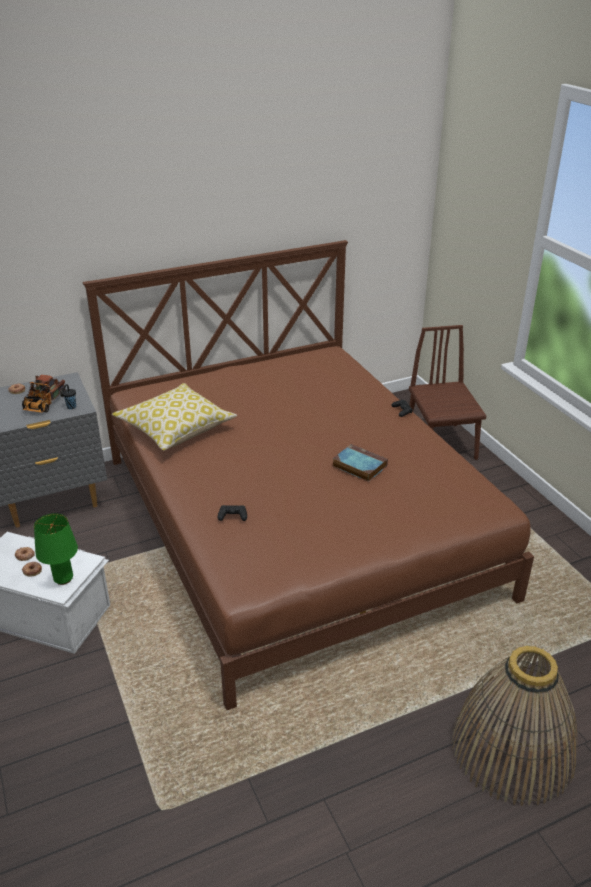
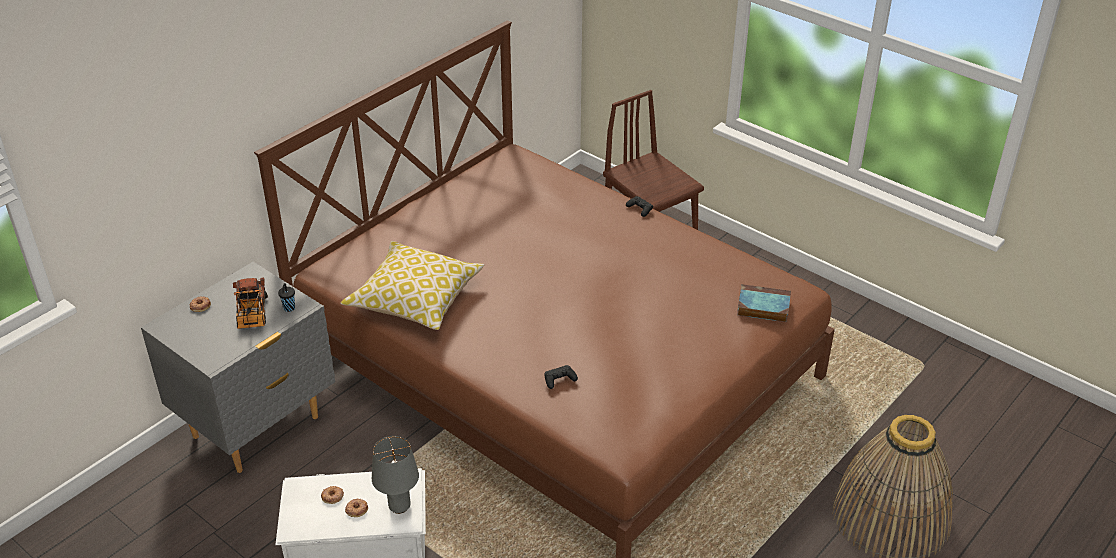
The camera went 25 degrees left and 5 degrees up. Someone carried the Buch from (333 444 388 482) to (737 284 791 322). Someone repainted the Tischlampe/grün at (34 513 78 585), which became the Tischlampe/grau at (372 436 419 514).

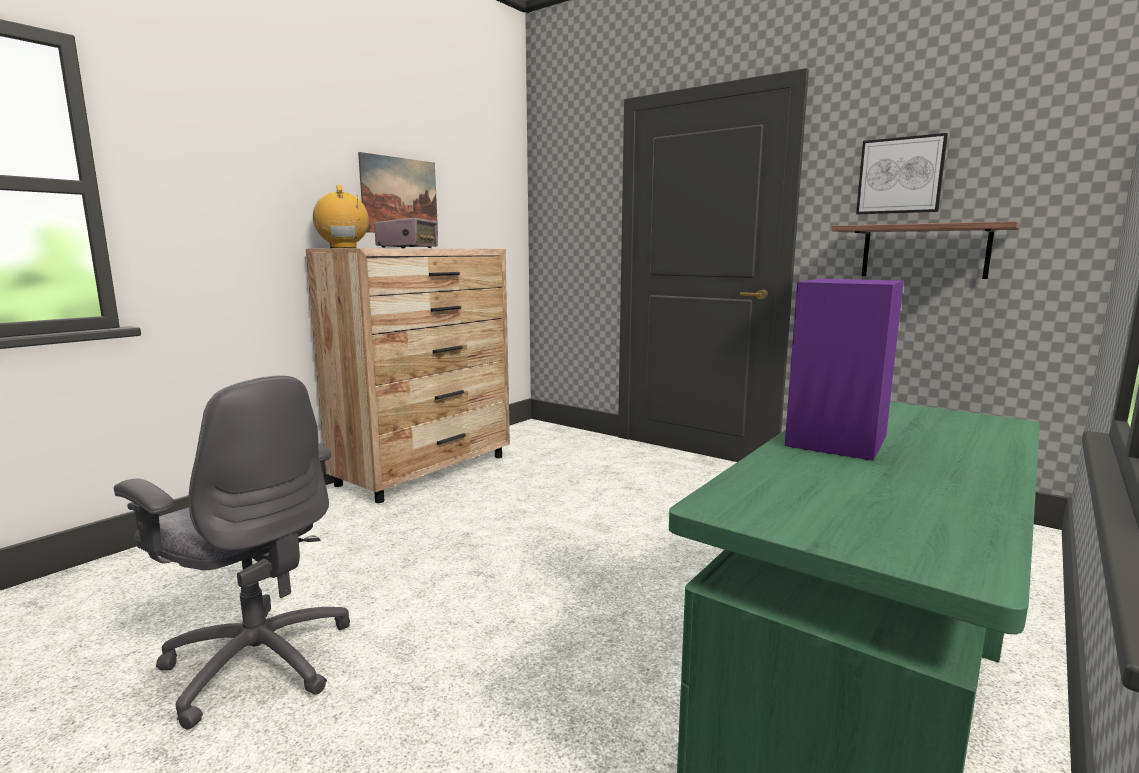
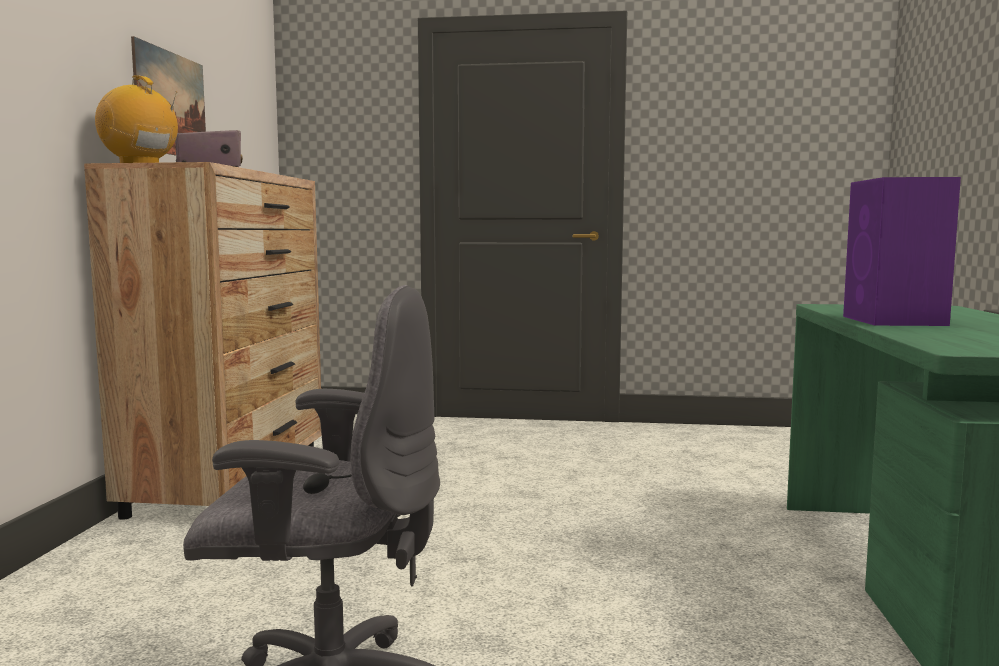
The camera went 30 degrees left and 5 degrees down. Someone took away the Wandregal at (832 221 1020 279). Someone took away the Bild at (856 133 948 214).

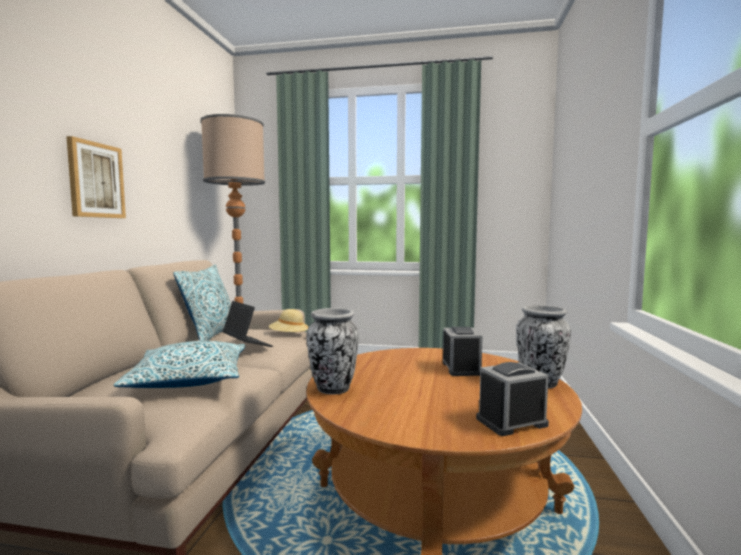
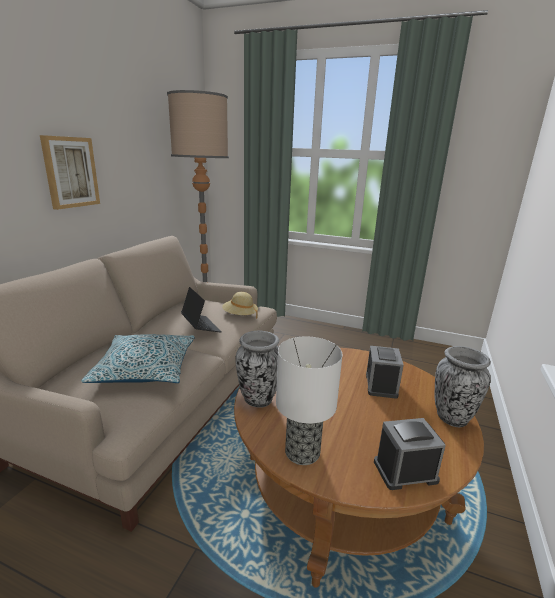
The camera went 10 degrees right and 15 degrees up. Someone took away the Kissen at (173 265 231 341). Someone put down the Tischlampe at (276 336 342 465).

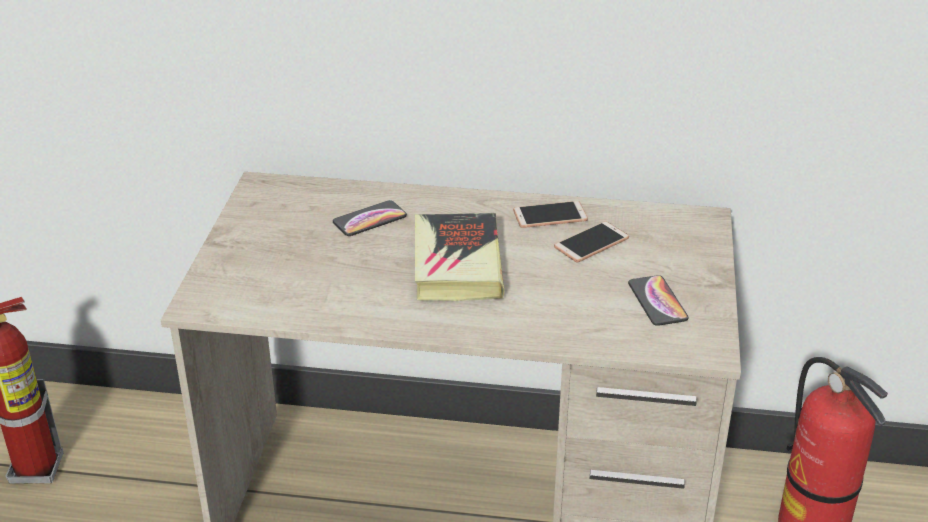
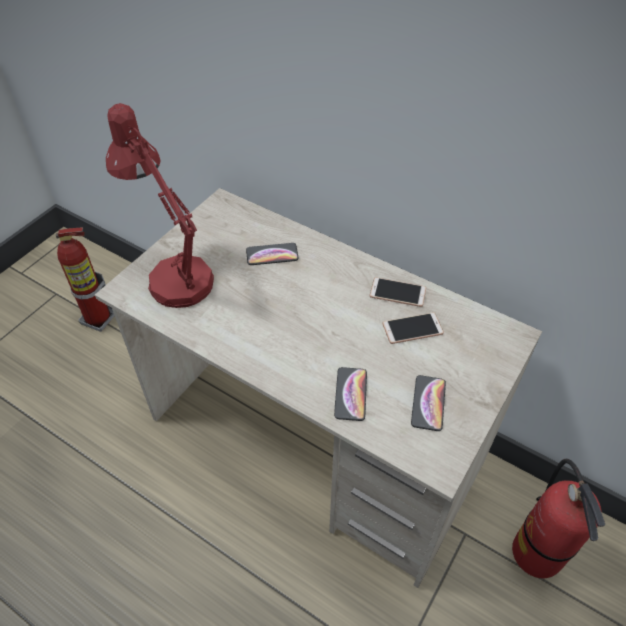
The camera went 25 degrees right and 15 degrees up. Someone took away the Buch at (415 213 504 301). Someone put down the Tischlampe/rot at (106 103 214 308). Someone put down the Handy at (334 367 367 421).

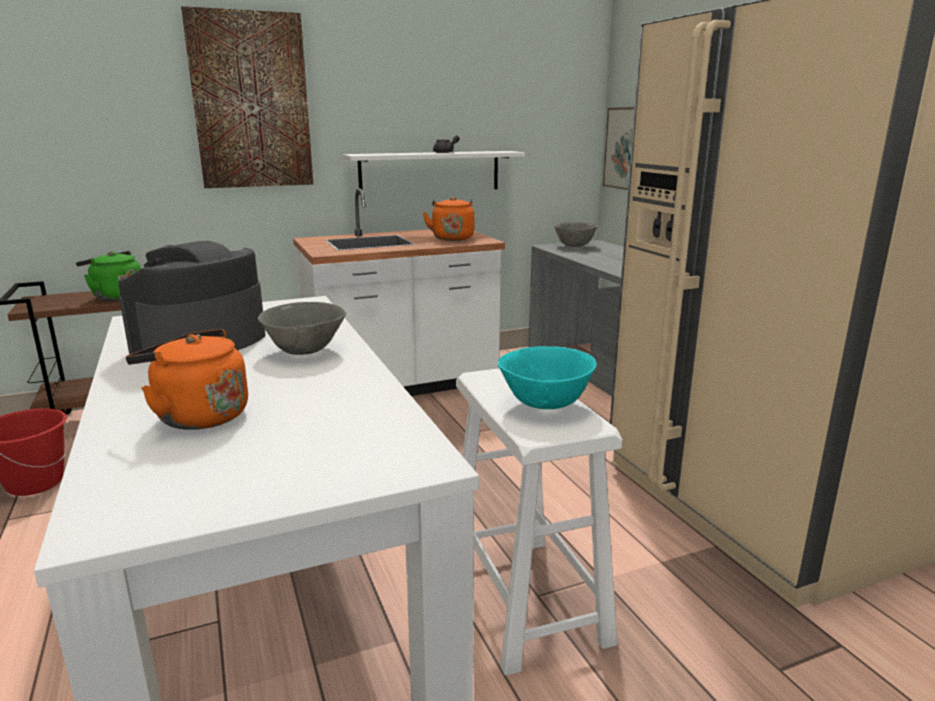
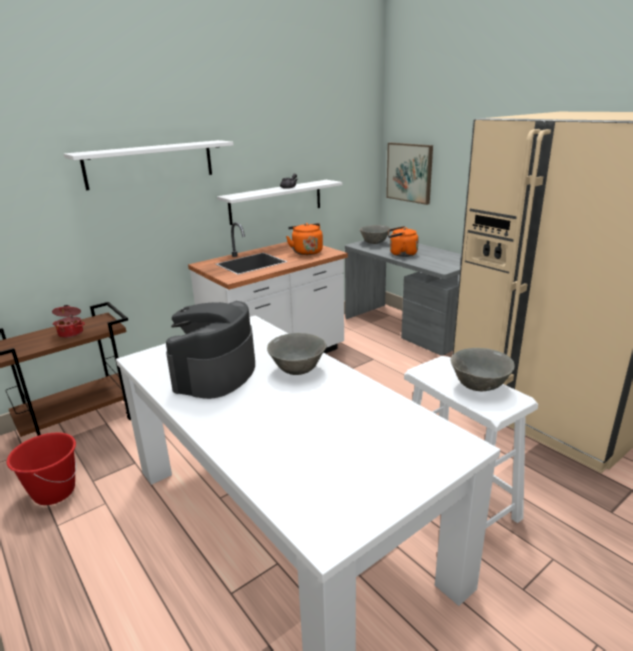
The camera went 15 degrees left and 5 degrees up. Someone carried the Wasserkessel/orange from (126 329 248 430) to (388 226 419 257). Someone swapped the Wasserkessel/grün at (76 251 141 301) for the Kochtopf at (52 305 85 338). Someone swapped the Bild at (181 6 313 188) for the Wandregal/weiß at (64 140 233 190). Someone repainted the Schüssel/türkis at (498 346 597 409), which became the Schüssel/grau at (451 348 515 392).

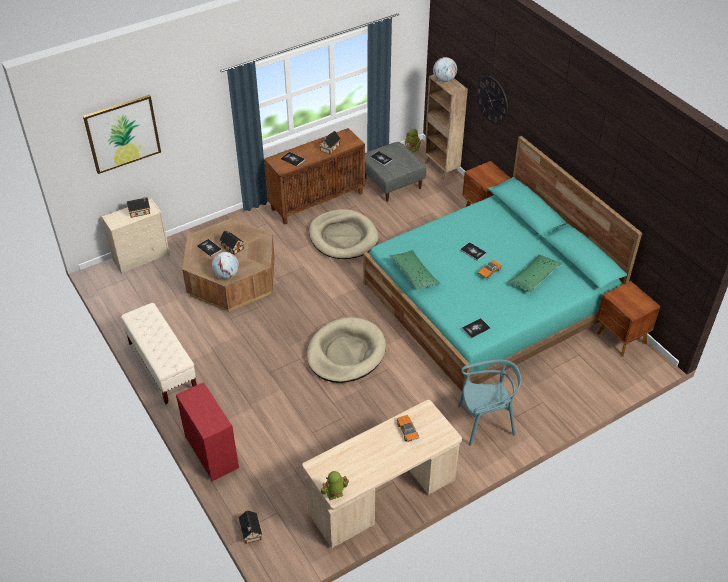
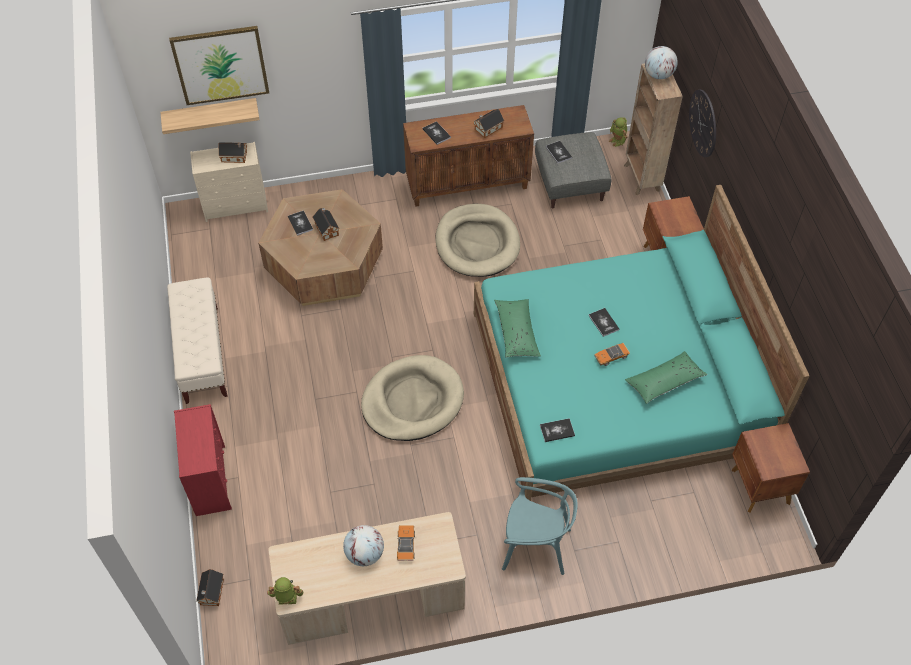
The camera went 20 degrees right and 10 degrees up. Someone put up the Wandregal at (160 98 260 134). Someone carried the Globus from (212 252 239 279) to (343 525 384 566).

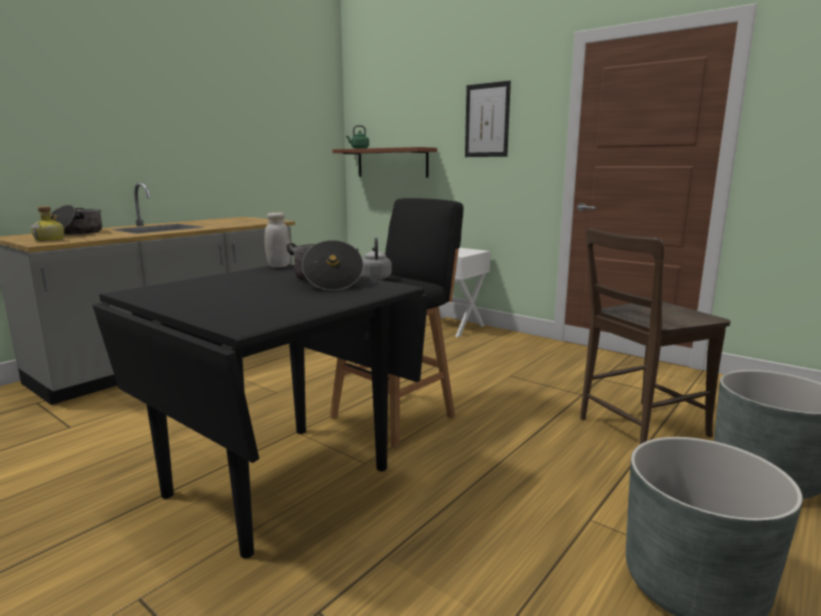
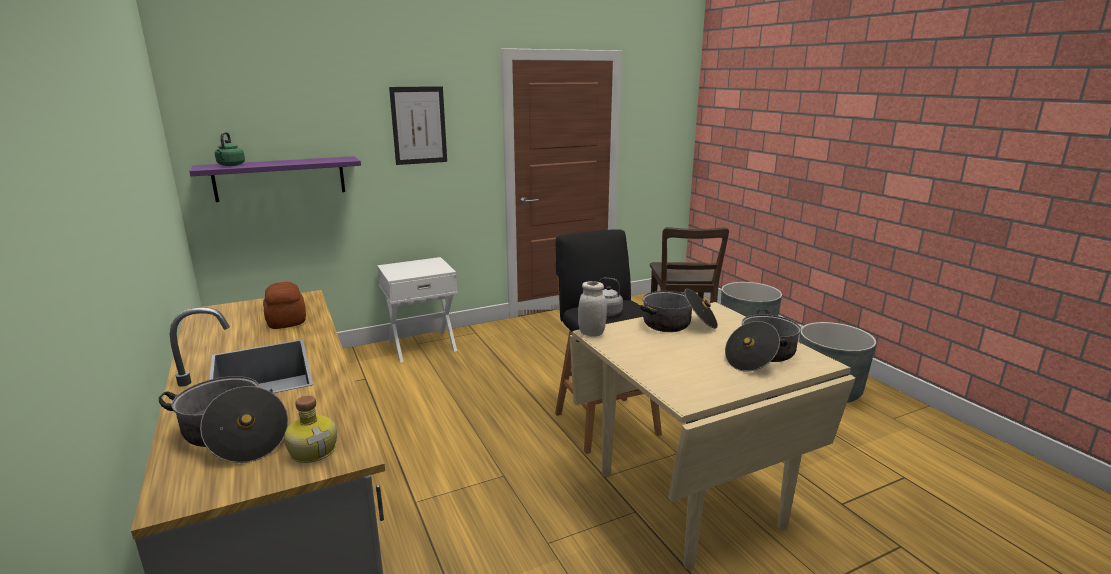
The camera went 65 degrees left and 5 degrees up. Someone put down the Brot at (263 282 306 329). Someone put down the Kochtopf at (725 309 801 372). Someone repainted the Esstisch/schwarz at (92 264 428 558), which became the Esstisch/beige at (570 302 855 570). Someone repainted the Wandregal/braun at (333 147 437 178), which became the Wandregal/lila at (189 156 361 202).

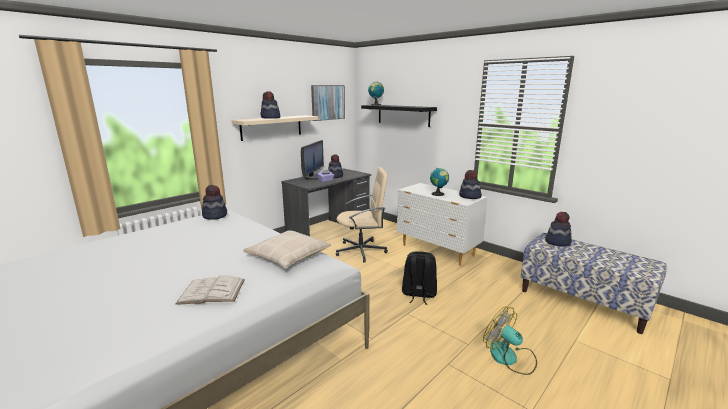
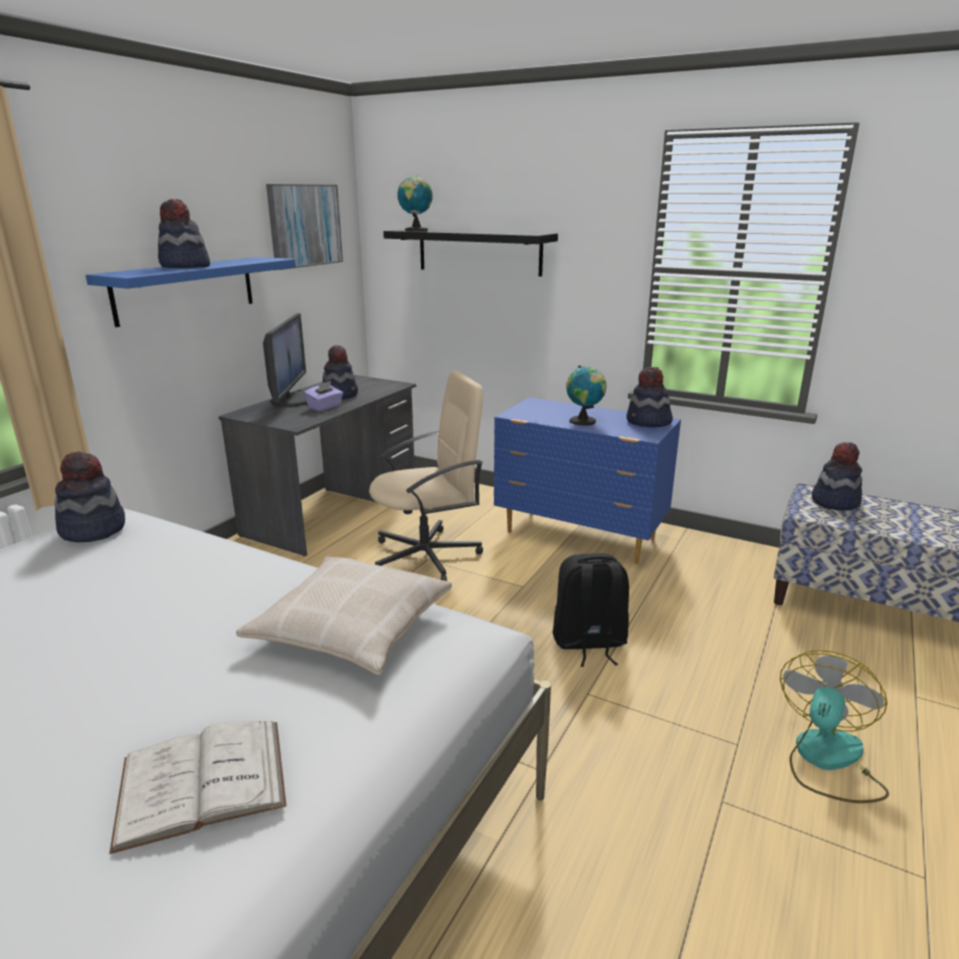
The camera went 15 degrees left and 5 degrees up. Someone repainted the Wandregal/beige at (231 115 318 141), which became the Wandregal/blau at (86 257 296 327). Someone repainted the Kommode/weiß at (397 183 488 266), which became the Kommode/blau at (494 397 681 564). Someone rotated the Ventilator at (483 307 537 375) by 90 degrees clockwise.

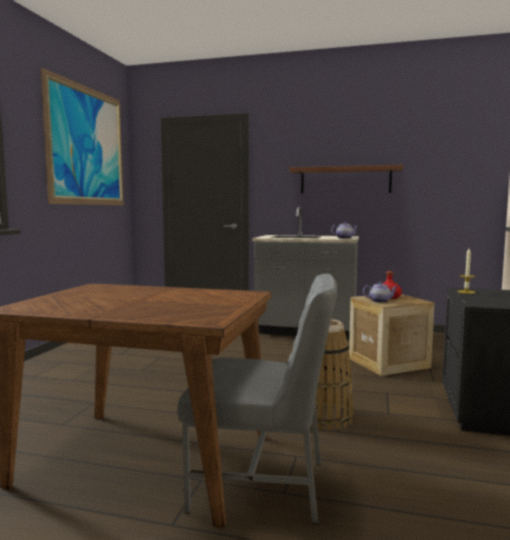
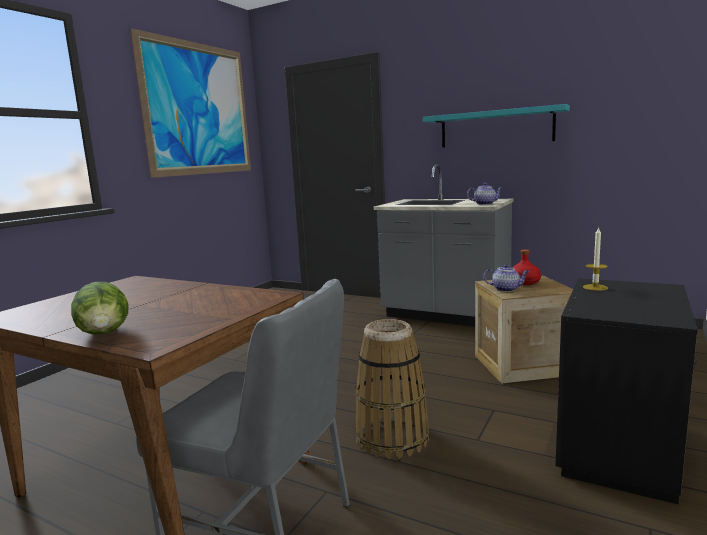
The camera went 15 degrees right and 5 degrees up. Someone put down the Salatkopf at (71 282 129 335). Someone repainted the Wandregal/braun at (289 165 403 194), which became the Wandregal/türkis at (423 104 570 148).

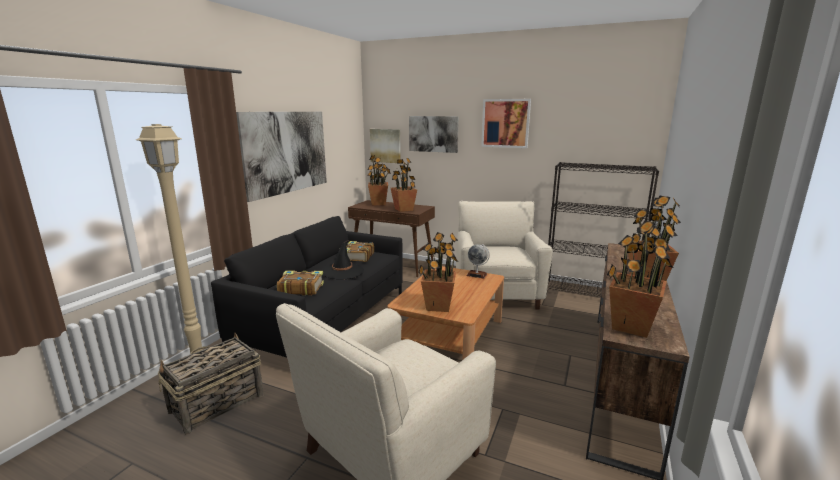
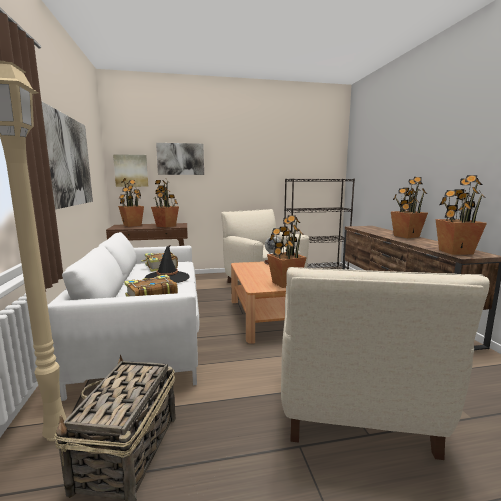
The camera went 35 degrees left and 5 degrees down. Someone took away the Bild at (481 99 531 148). Someone repainted the Sofa/schwarz at (211 216 403 357), which became the Sofa/weiß at (48 232 199 401).

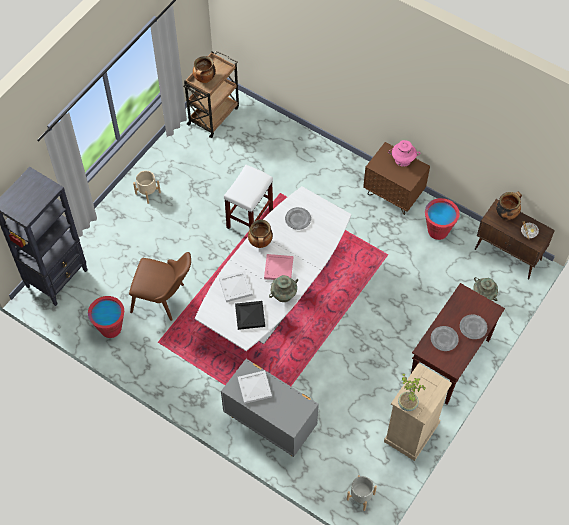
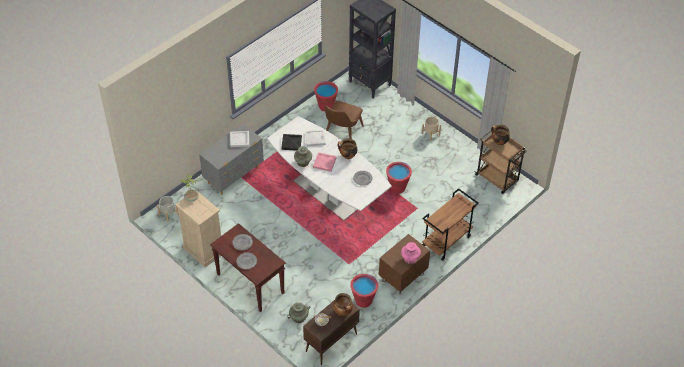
The camera went 100 degrees right and 10 degrees down. Someone put down the Rollwagen/braun at (422 188 479 261). Someone swapped the Hocker/weiß at (224 165 273 229) for the Eimer/rot at (386 162 412 194).

